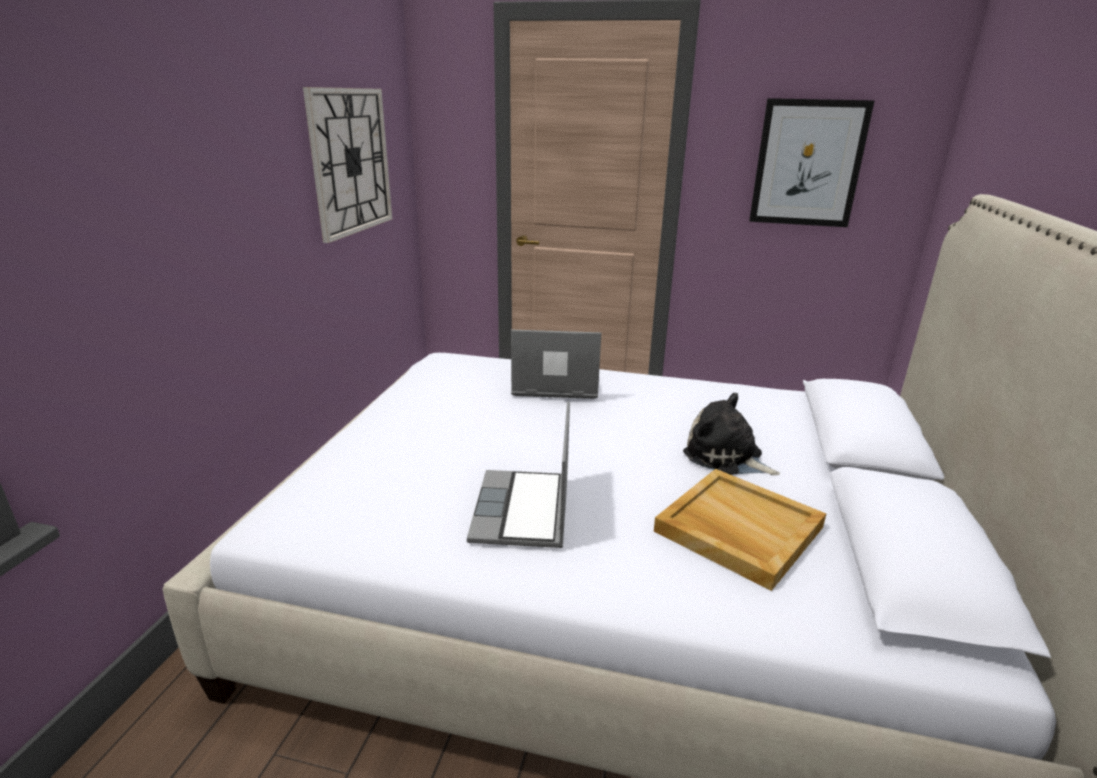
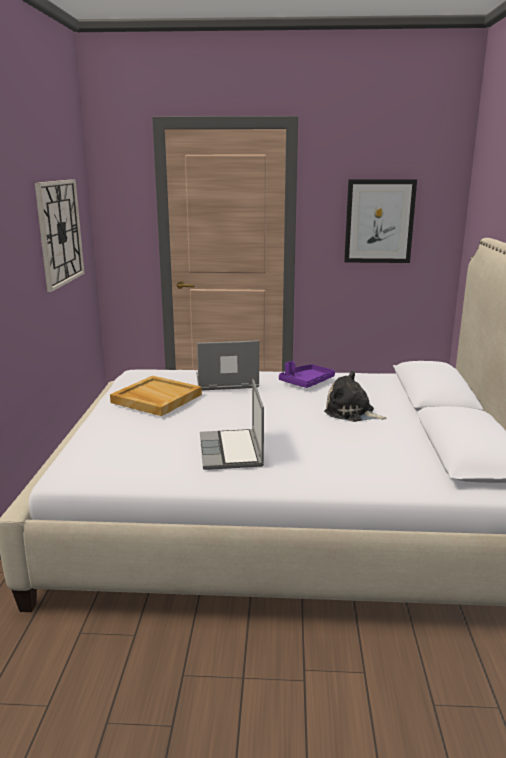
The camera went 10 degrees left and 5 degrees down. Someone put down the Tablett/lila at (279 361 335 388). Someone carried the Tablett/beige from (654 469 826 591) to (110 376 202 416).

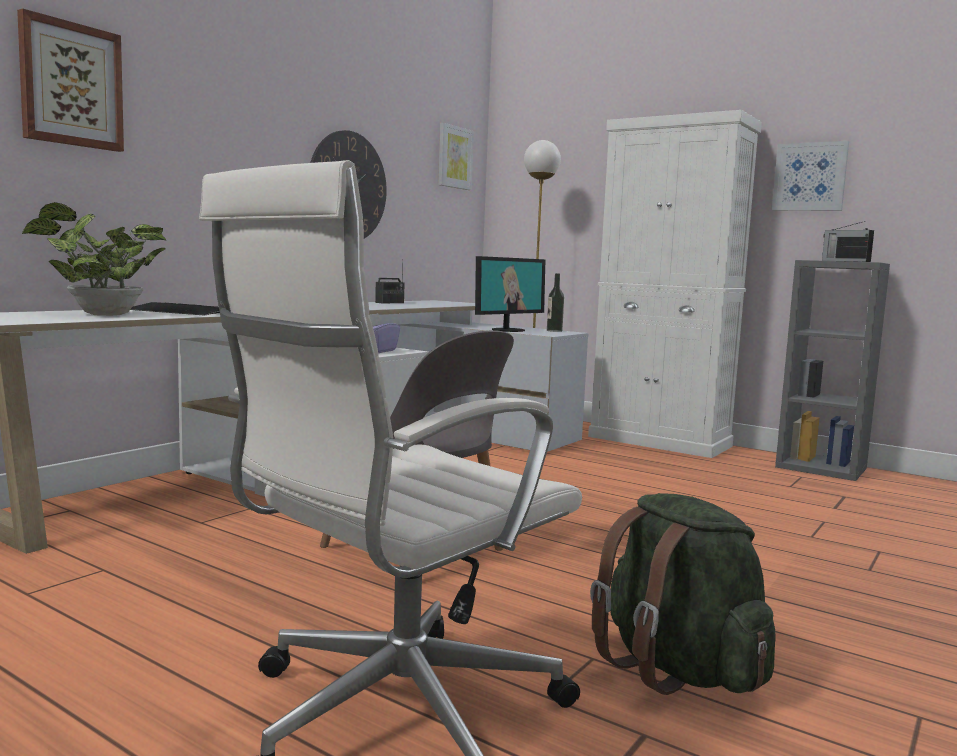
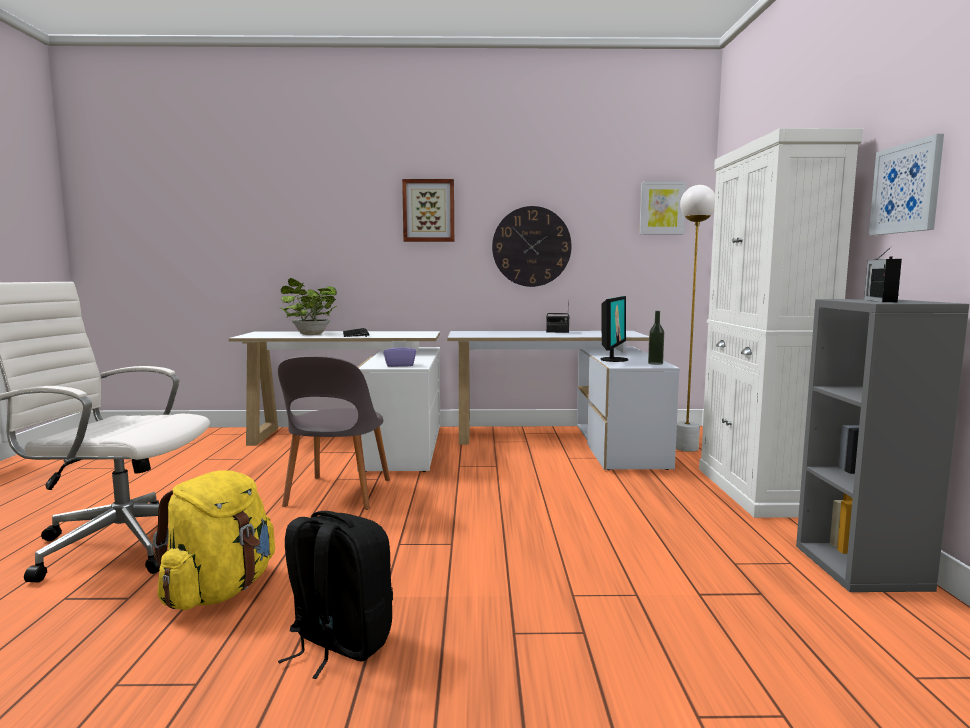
The camera went 55 degrees right and 0 degrees up. Someone put down the Rucksack/schwarz at (278 511 393 679). Someone carried the Bild from (17 8 124 152) to (402 179 454 242). Someone repainted the Rucksack/grün at (590 493 776 695), which became the Rucksack/gelb at (153 470 275 610). Someone rotated the Monitor at (475 256 545 332) by 75 degrees counterclockwise.

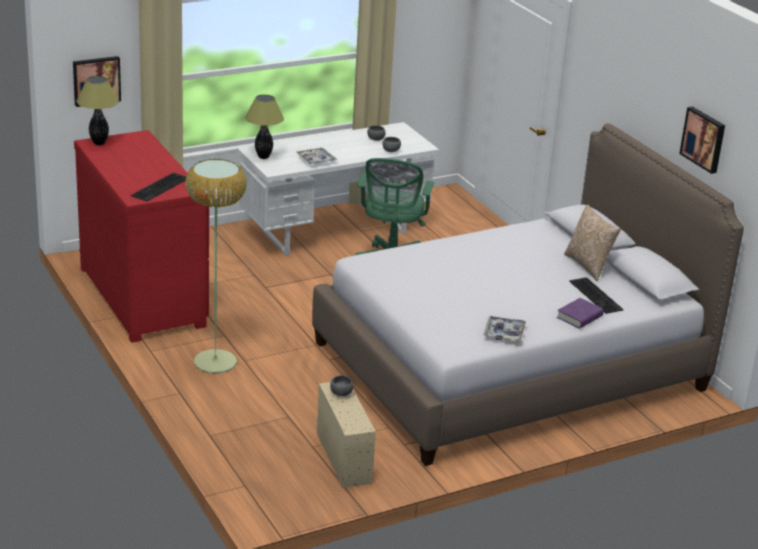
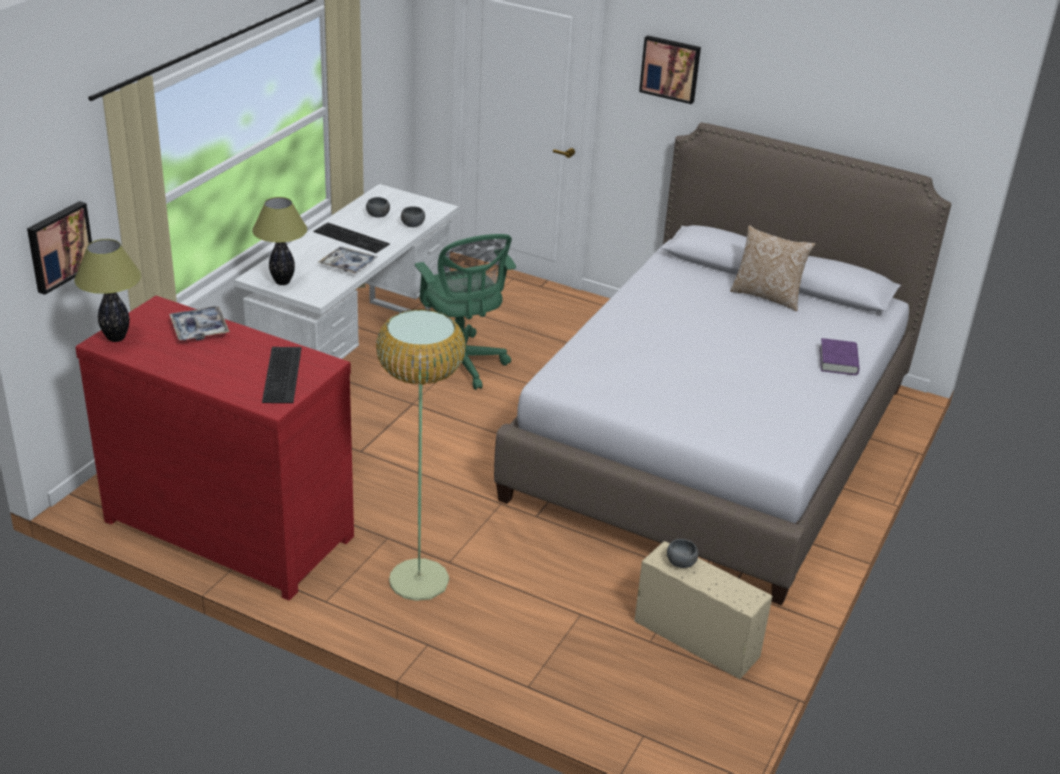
The camera went 35 degrees left and 5 degrees up. Someone carried the Tablett from (484 316 526 341) to (169 306 230 341). Someone carried the Tastatur from (569 277 624 314) to (313 222 390 253). Someone carried the Bild from (679 107 725 174) to (639 35 701 104).

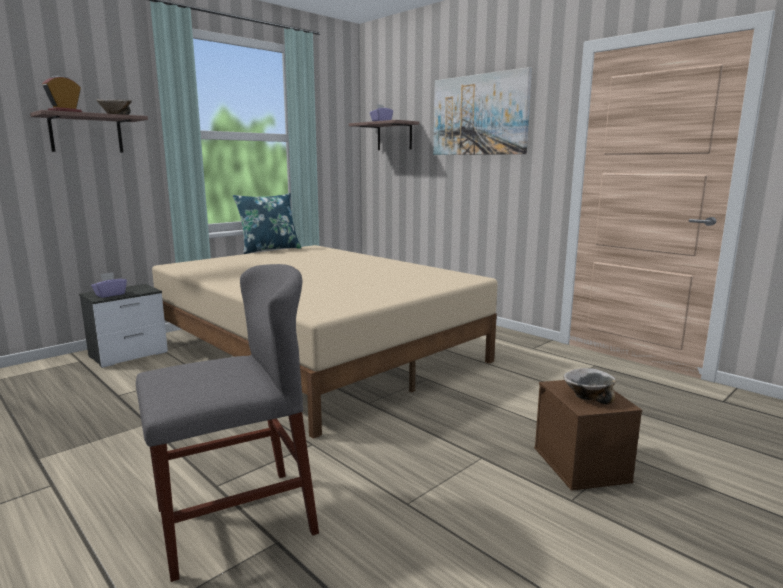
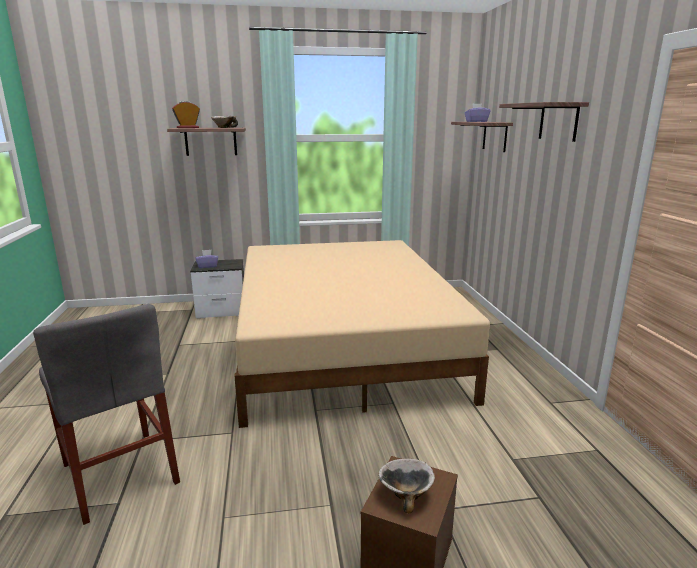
The camera went 35 degrees right and 5 degrees up. Someone took away the Kissen/blau at (233 193 301 254). Someone swapped the Bild at (433 67 532 155) for the Wandregal at (499 102 589 142). Someone rotated the Stuhl/grau at (136 264 319 582) by 45 degrees clockwise.

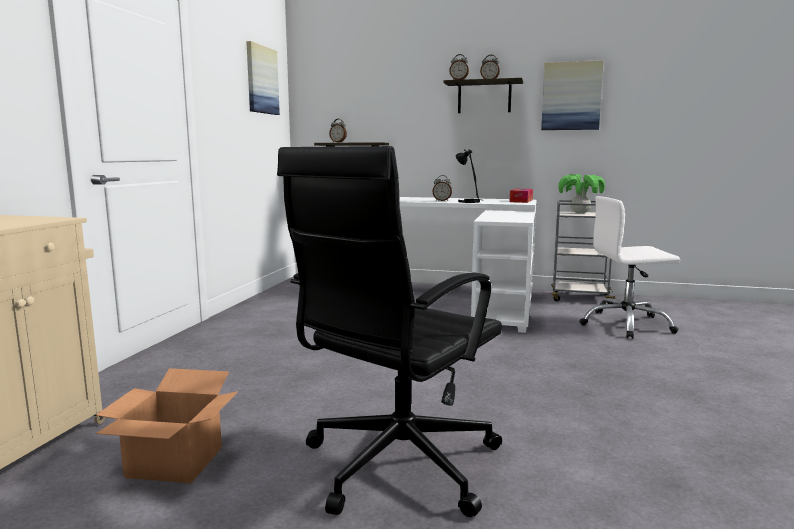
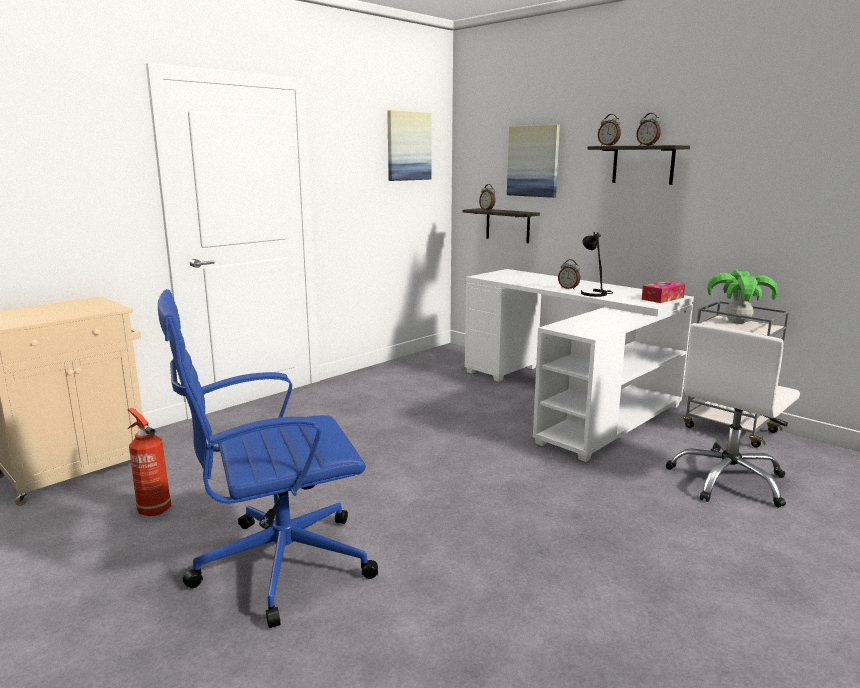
The camera went 30 degrees right and 5 degrees up. Someone carried the Bild from (541 60 604 130) to (507 125 560 198). Someone swapped the Karton at (96 368 238 483) for the Feuerlöscher at (127 408 171 516). Someone repainted the Bürostuhl/schwarz at (277 146 502 517), which became the Bürostuhl/blau at (158 289 378 628). Someone rotated the Bürostuhl/weiß at (579 196 680 339) by 75 degrees counterclockwise.

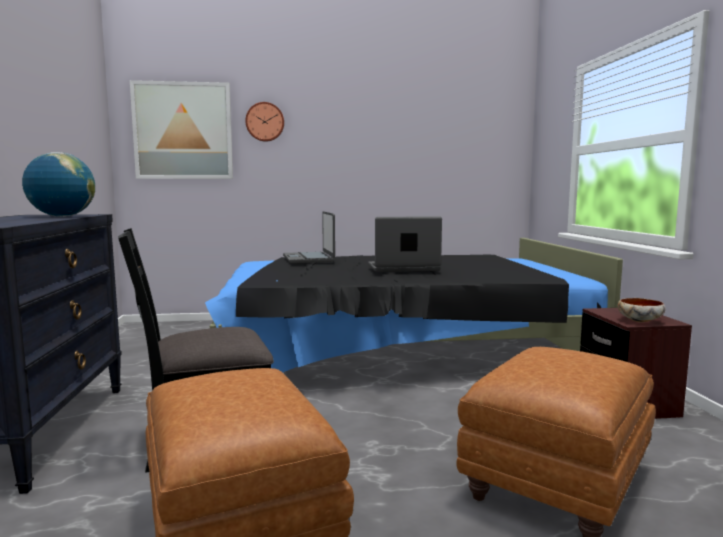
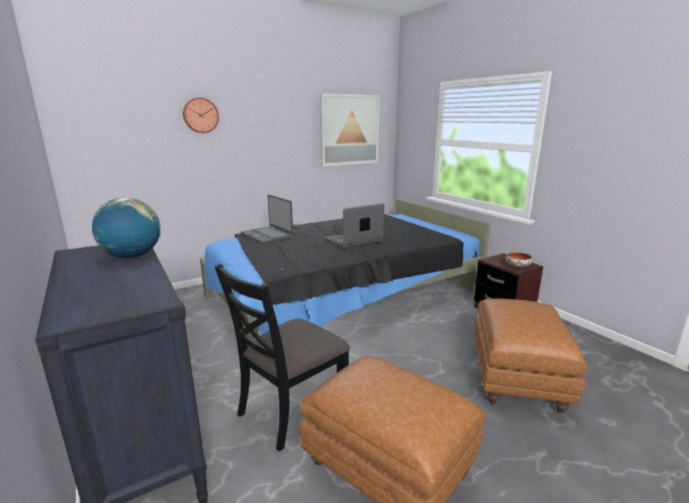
The camera went 25 degrees left and 10 degrees up. Someone carried the Bild from (130 80 233 179) to (320 93 380 166).

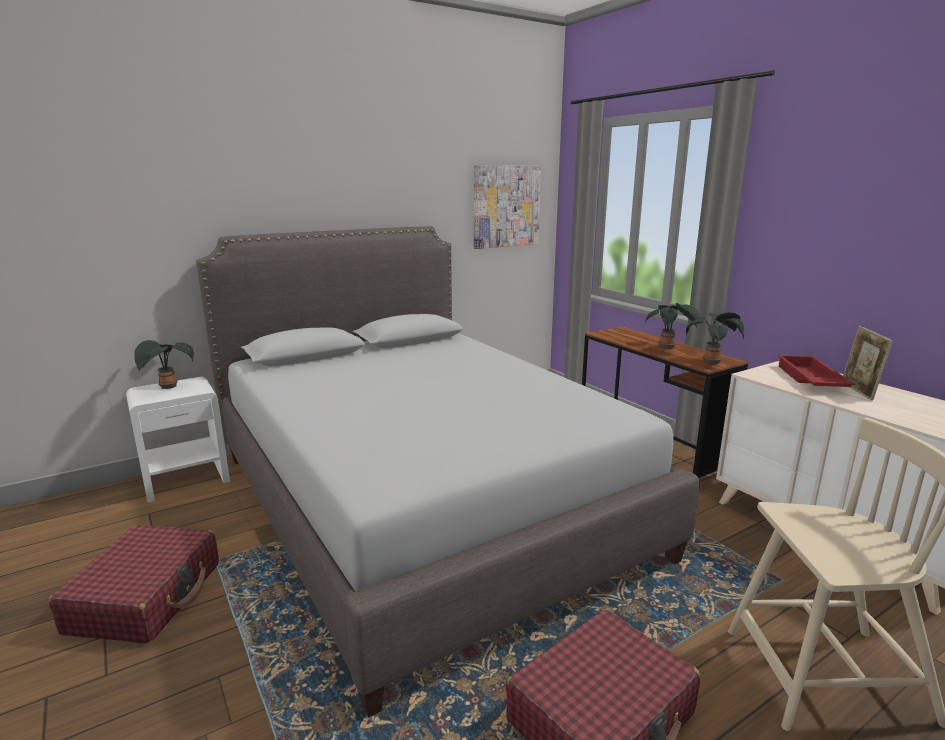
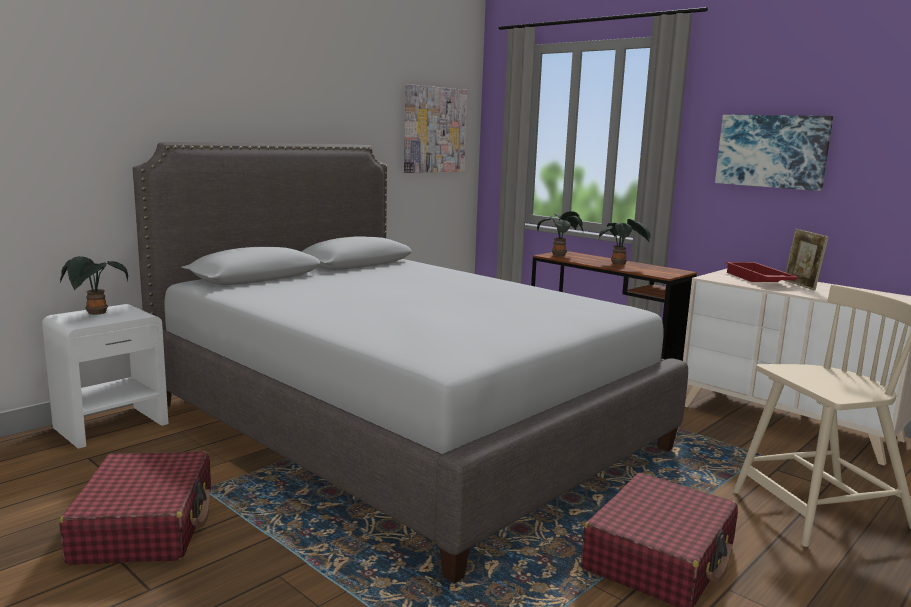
The camera went 15 degrees left and 5 degrees down. Someone put up the Bild at (715 115 833 191). Someone carried the Topfpflanze from (686 312 744 365) to (537 211 583 256).

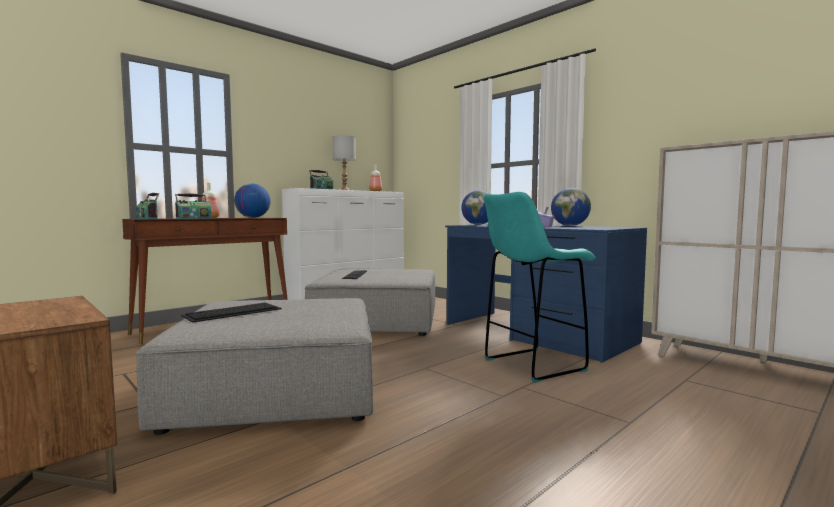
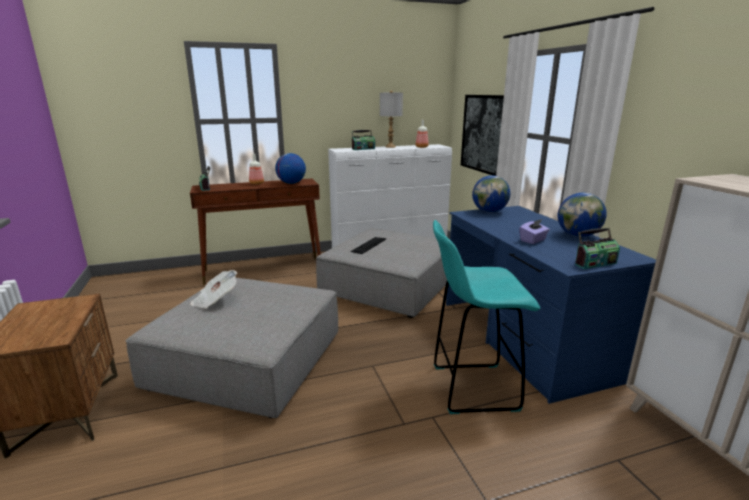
The camera went 25 degrees right and 15 degrees up. Someone put up the Bild at (461 95 504 176). Someone carried the Radio from (175 193 211 219) to (575 228 620 269). Someone swapped the Tastatur at (181 303 282 323) for the Zeitung at (190 270 237 309).

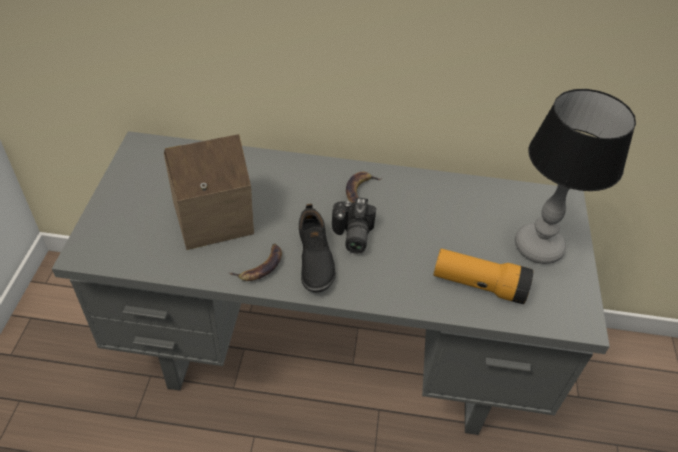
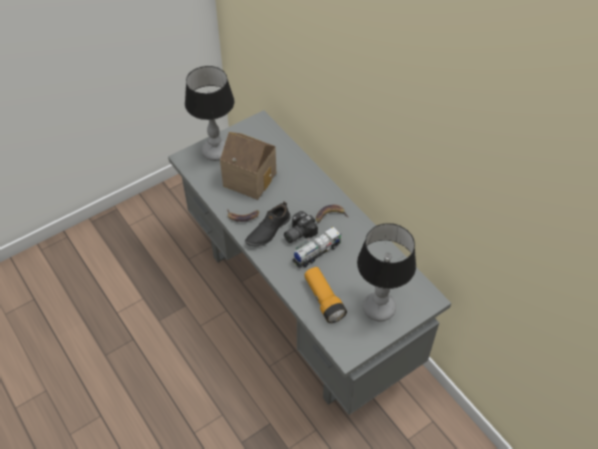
The camera went 50 degrees right and 5 degrees up. Someone put down the Tischlampe at (185 66 234 161). Someone put down the Spielzeuglaster at (292 227 341 268).

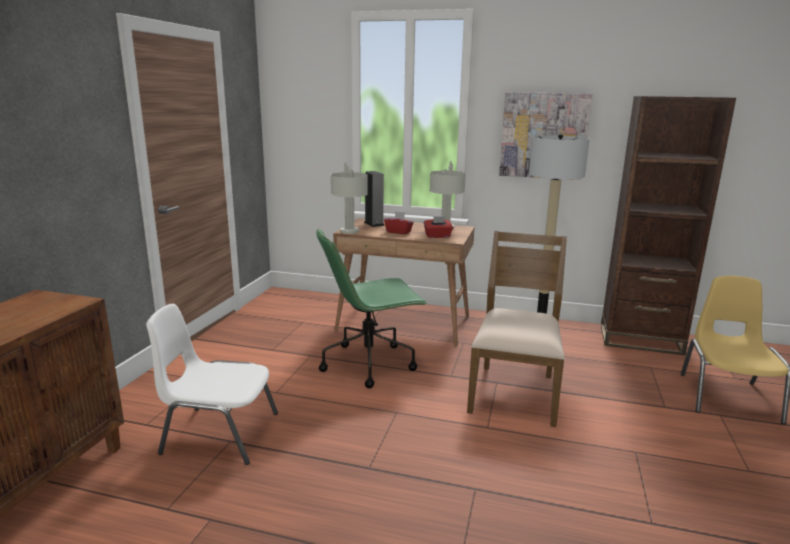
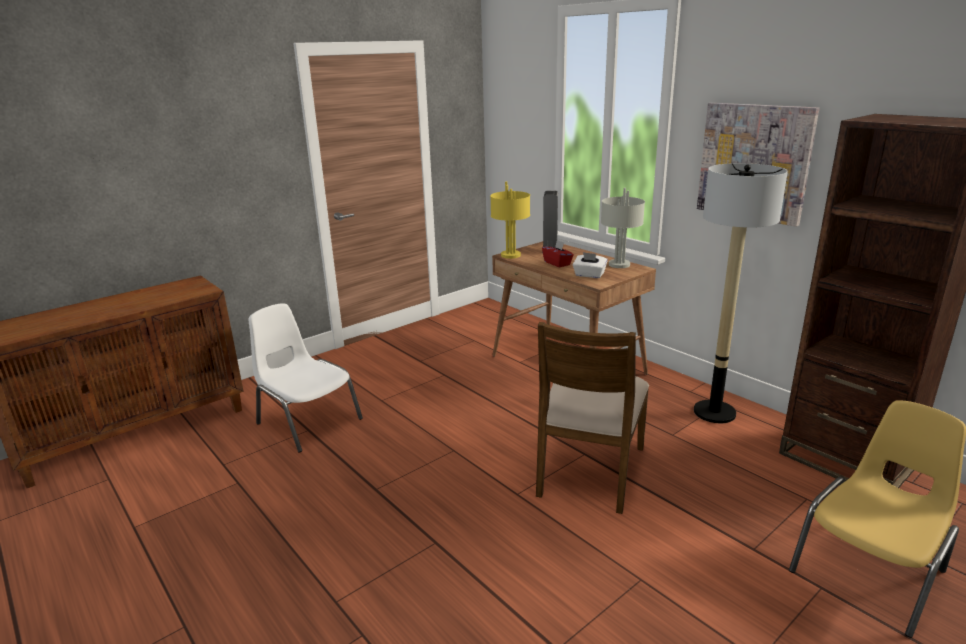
The camera went 35 degrees right and 5 degrees up. Someone took away the Bürostuhl/grün at (316 228 427 388). Someone repainted the Tischlampe/grau at (331 162 368 234), which became the Tischlampe/gelb at (490 182 530 259). Someone repainted the Taschentuchbox/rot at (424 217 453 238), which became the Taschentuchbox/weiß at (573 252 608 278). Someone rotated the Stuhl/braun at (467 231 567 427) by 150 degrees clockwise.

